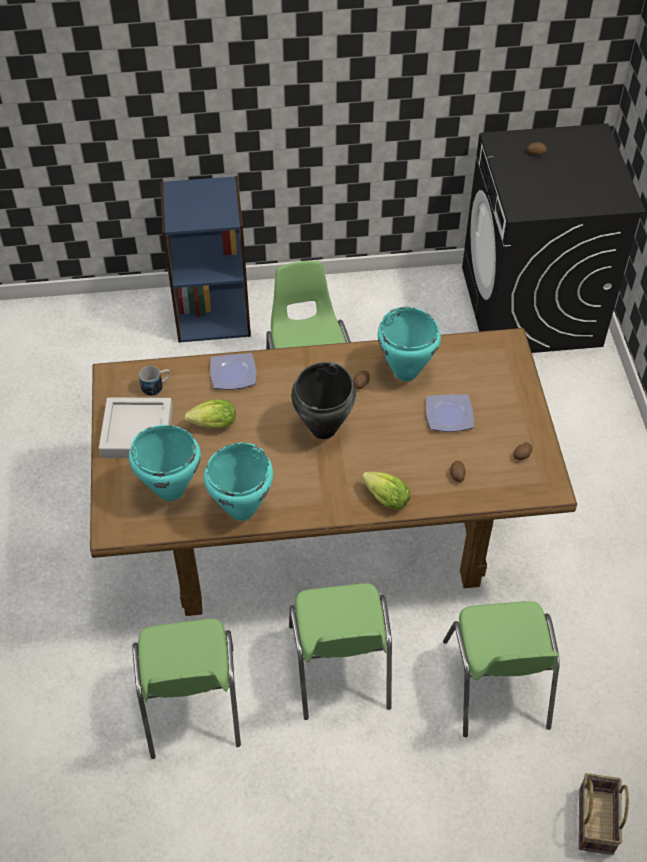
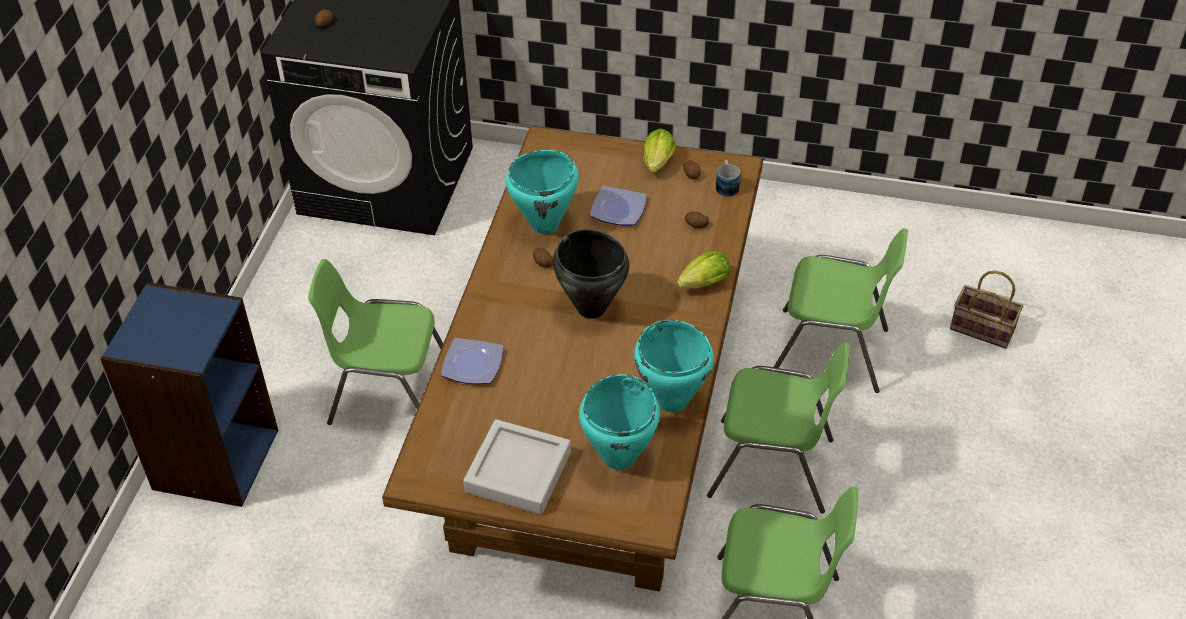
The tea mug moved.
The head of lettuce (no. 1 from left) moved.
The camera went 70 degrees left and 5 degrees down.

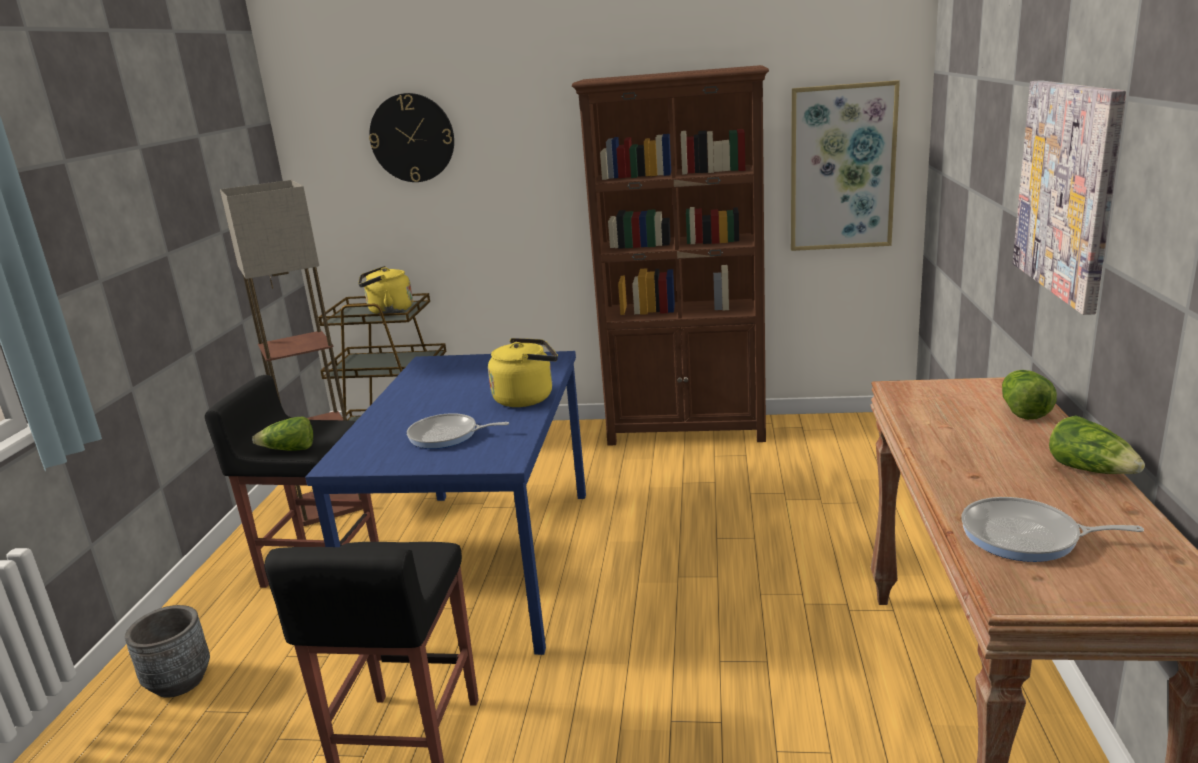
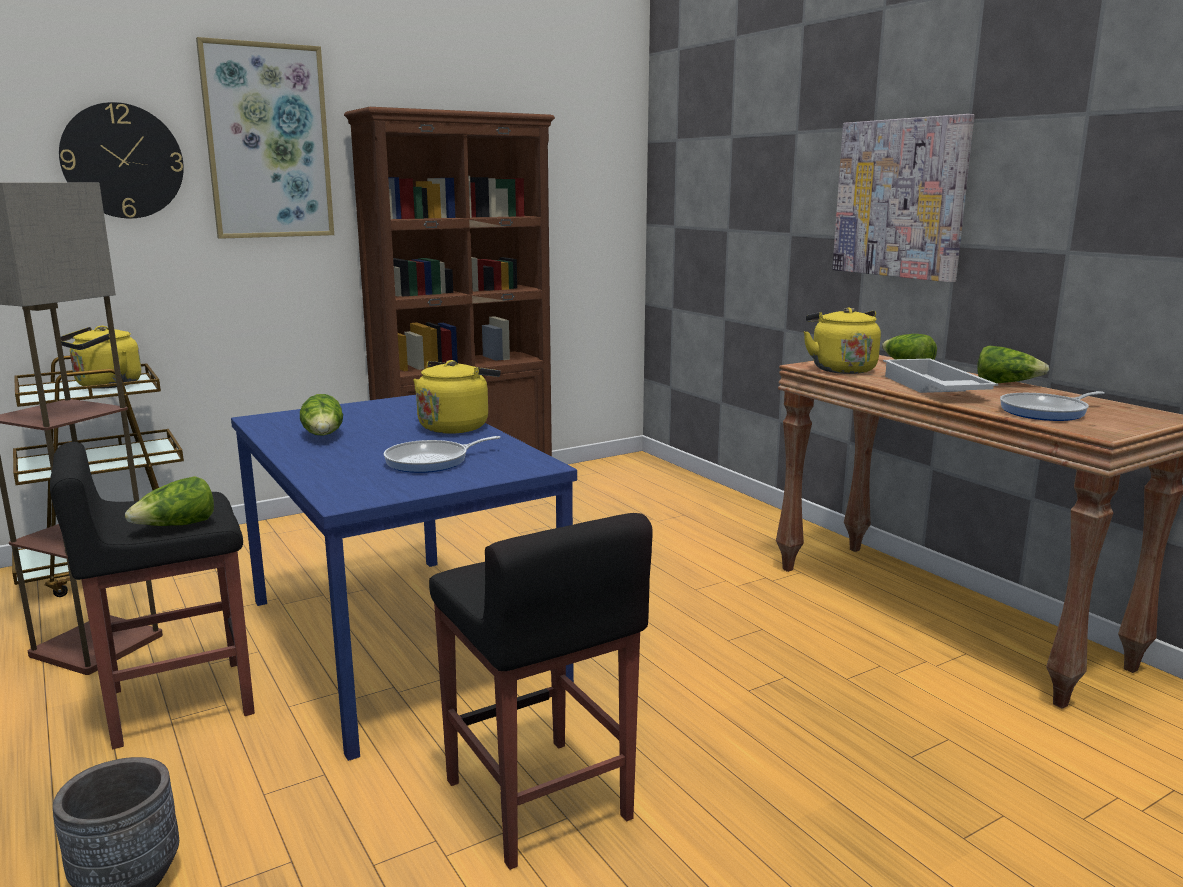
The picture (no. 1 from left) moved.
The yellow water kettle (no. 3 from left) appeared.
The whitish tray appeared.
The head of lettuce (no. 2 from left) appeared.
The camera went 40 degrees left and 5 degrees down.

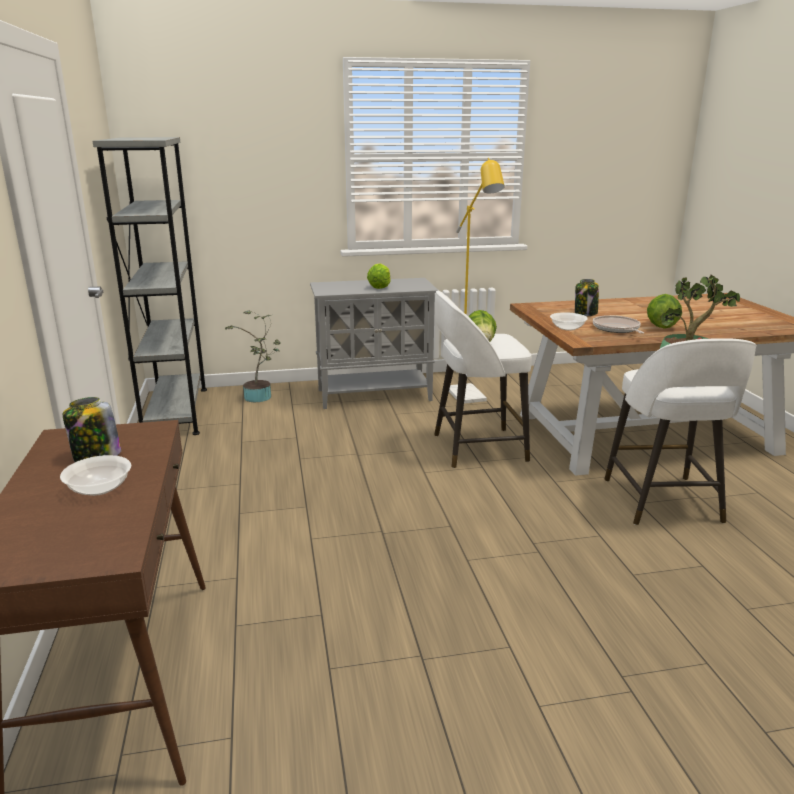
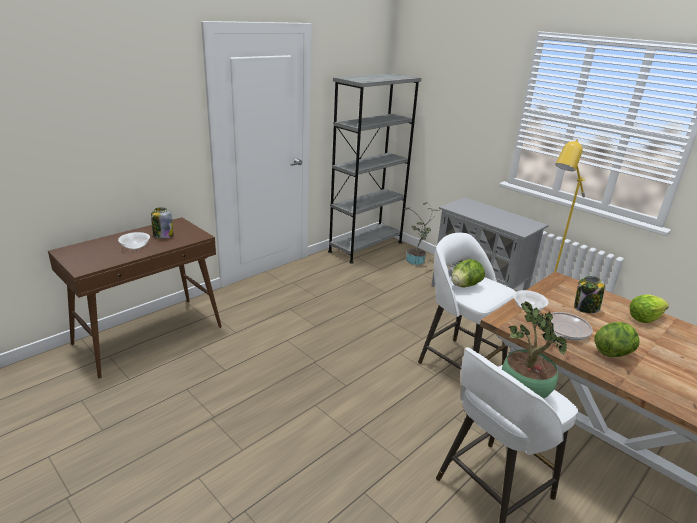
The head of lettuce (no. 1 from left in the first image) moved.
The camera went 55 degrees right and 5 degrees up.

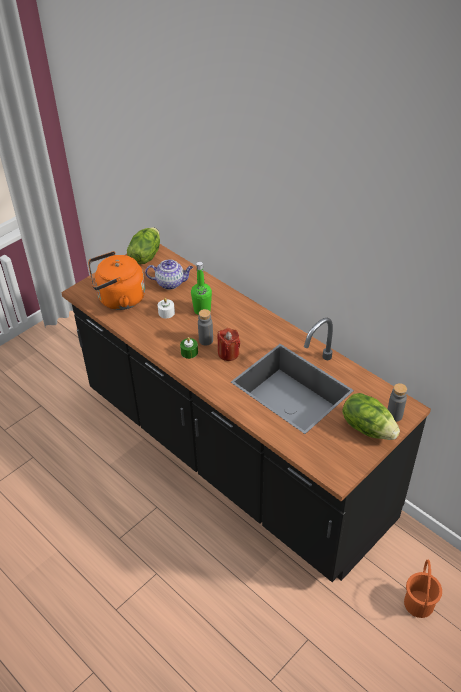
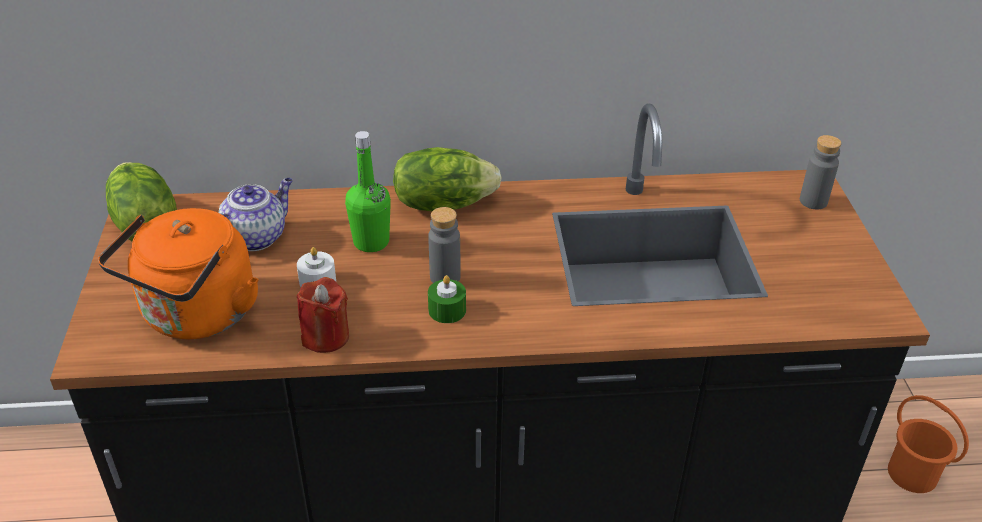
The red wax light moved.
The head of lettuce (no. 2 from left) moved.
The camera went 50 degrees left and 5 degrees down.

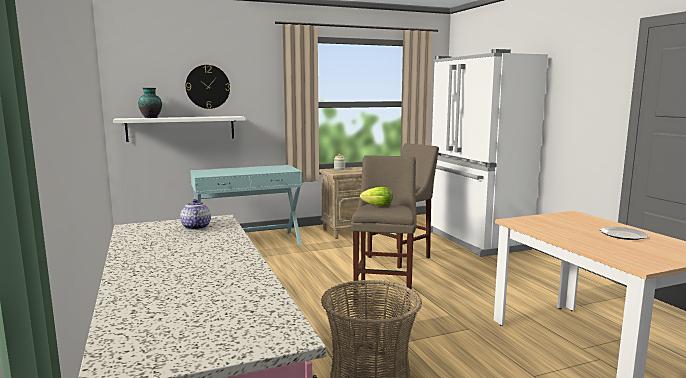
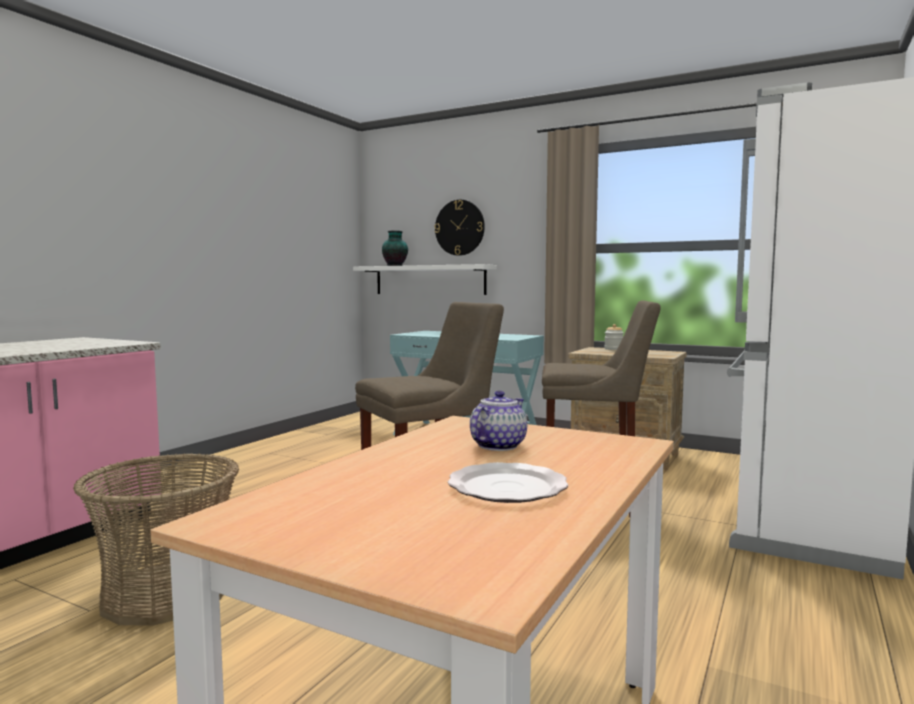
The head of lettuce disappeared.
The teapot moved.
The camera went 50 degrees right and 5 degrees down.

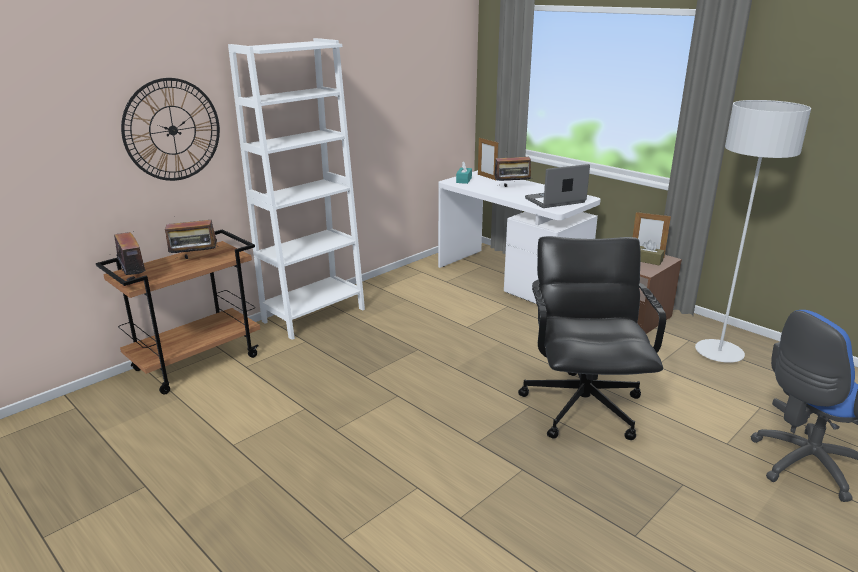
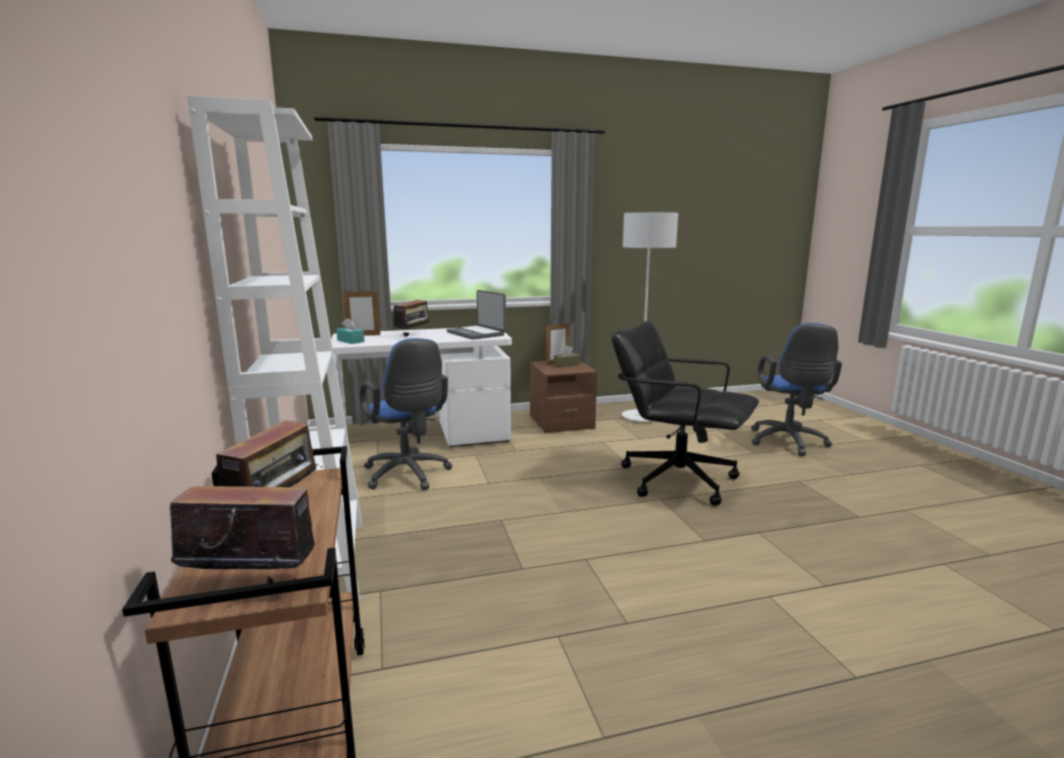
The hanging clock disappeared.
The portable computer turned 45 degrees counterclockwise.
The bluish office chair (no. 1 from left) appeared.
The camera went 60 degrees left and 10 degrees down.

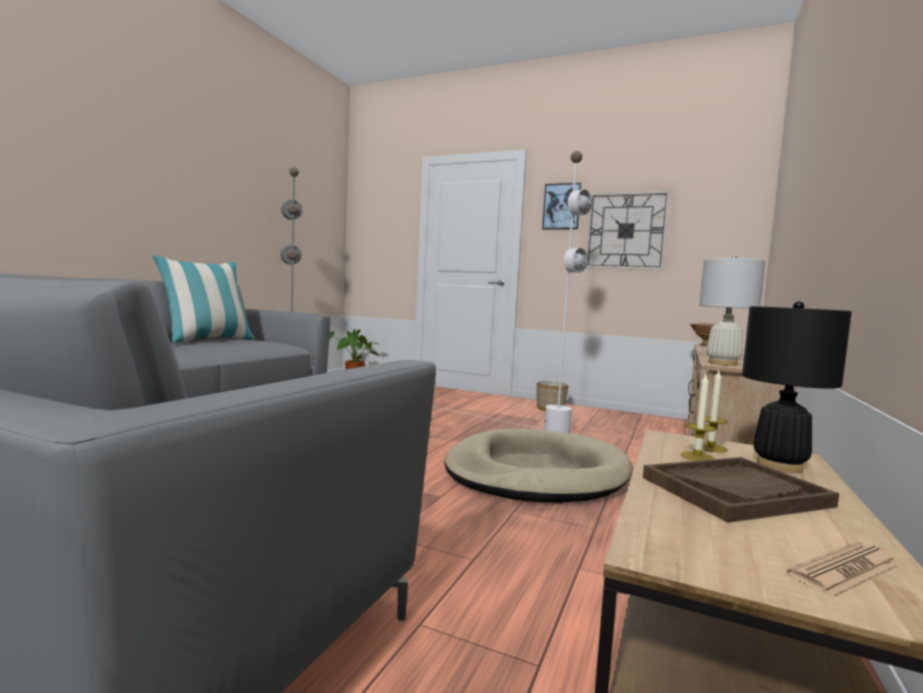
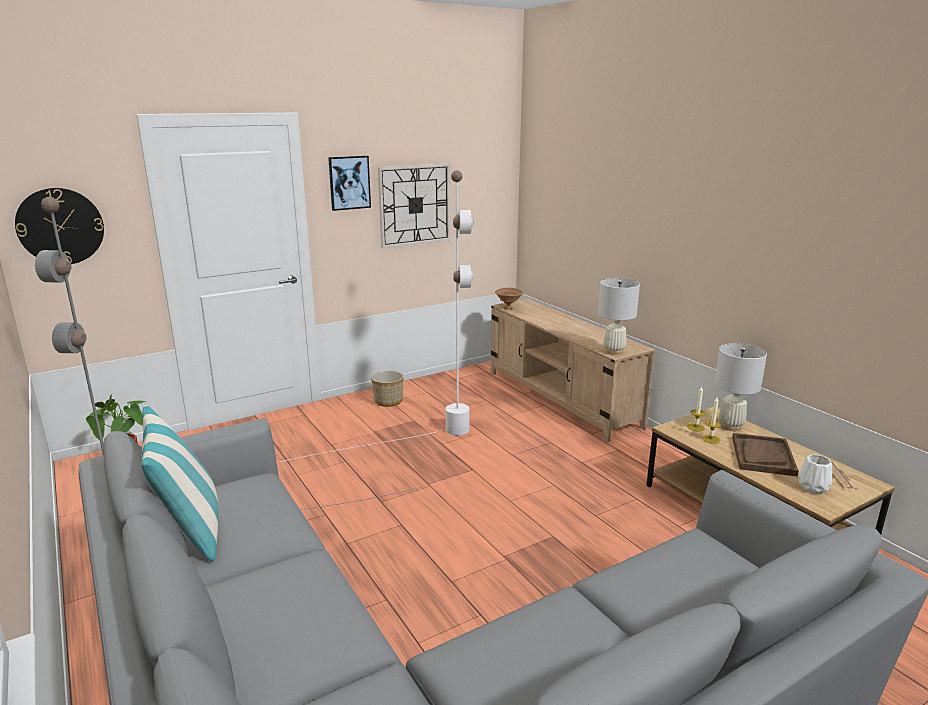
The blackish table lamp became the whitish table lamp (no. 2 from left).
The beige-coloured dog bed disappeared.
The hanging clock (no. 1 from left) appeared.
The whitish decorative vase appeared.
The camera went 55 degrees left and 15 degrees up.

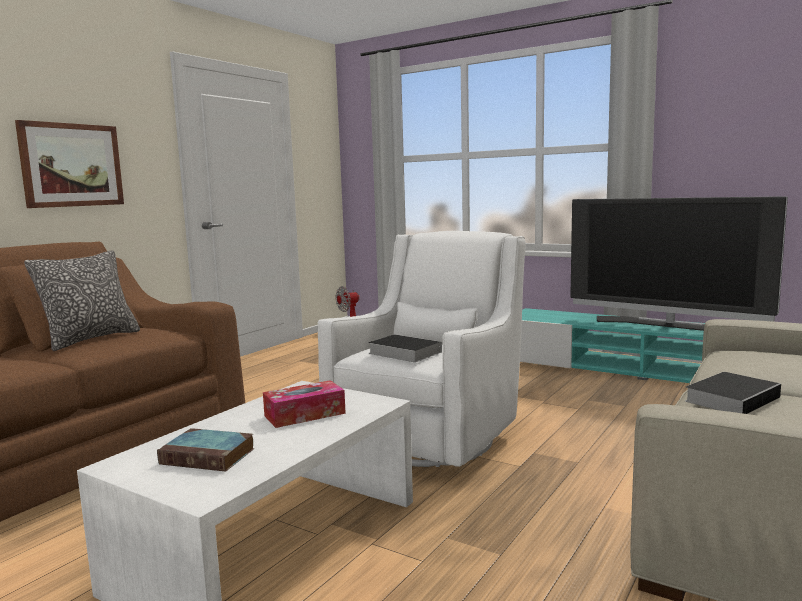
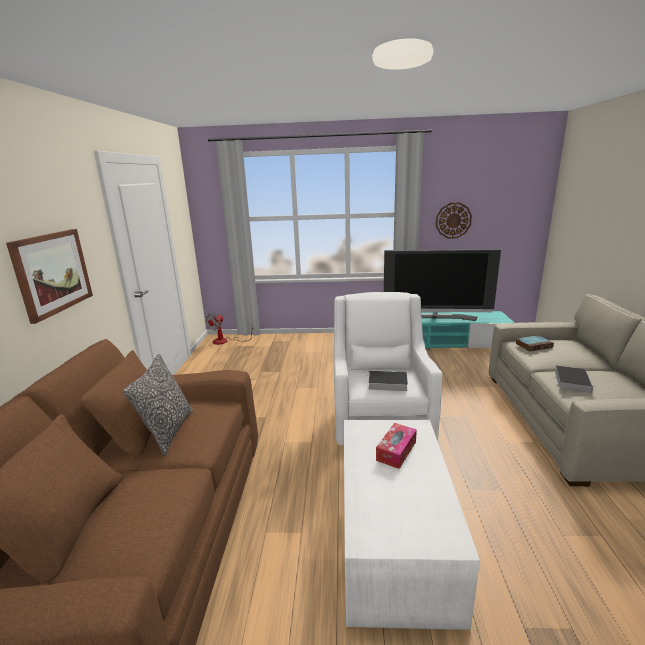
The bound book (no. 1 from left in the first image) moved.
The hanging clock appeared.
The camera went 30 degrees left and 10 degrees up.

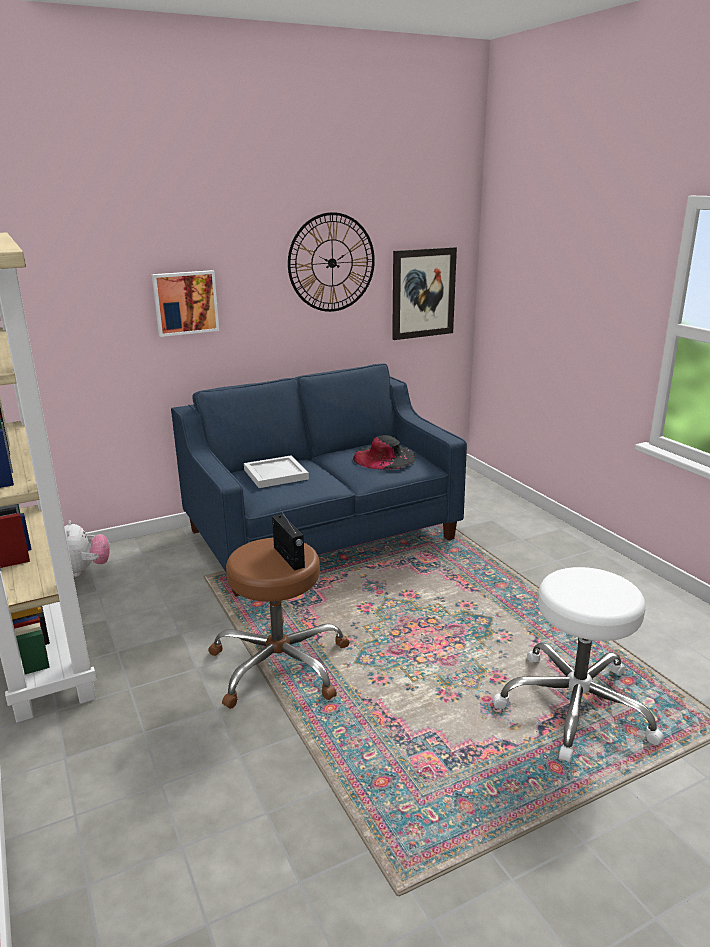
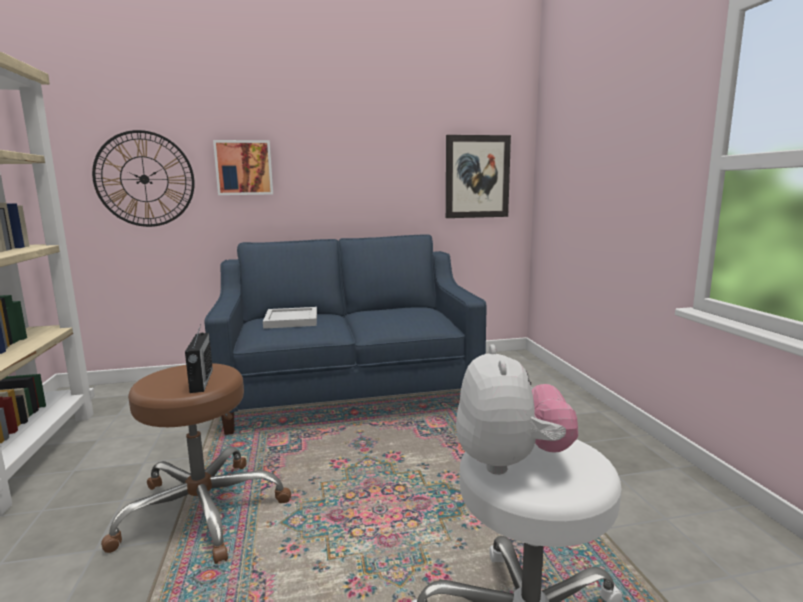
The hanging clock moved.
The blackish clothing hat disappeared.
The cuddly toy moved.
The camera went 15 degrees right and 10 degrees down.

